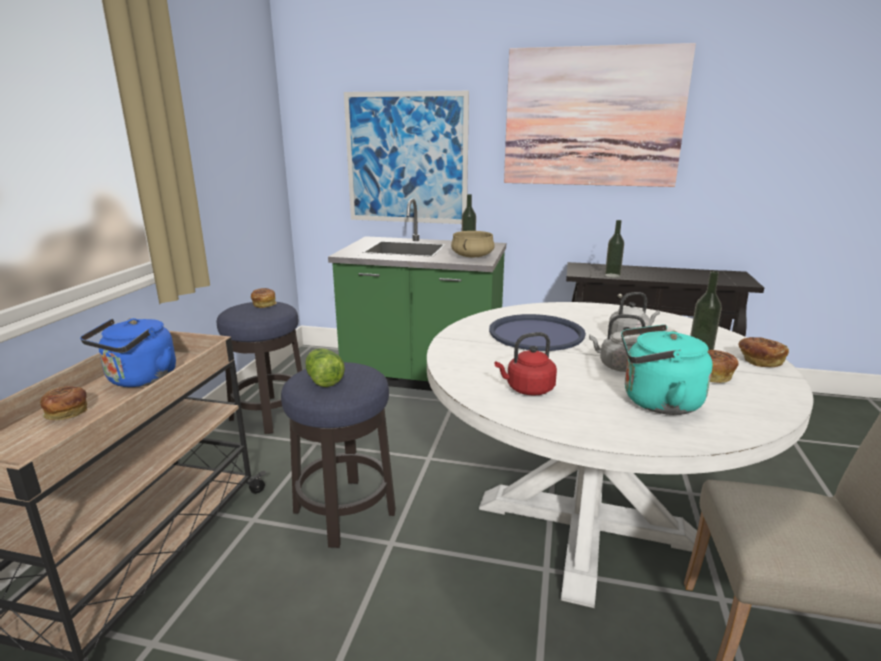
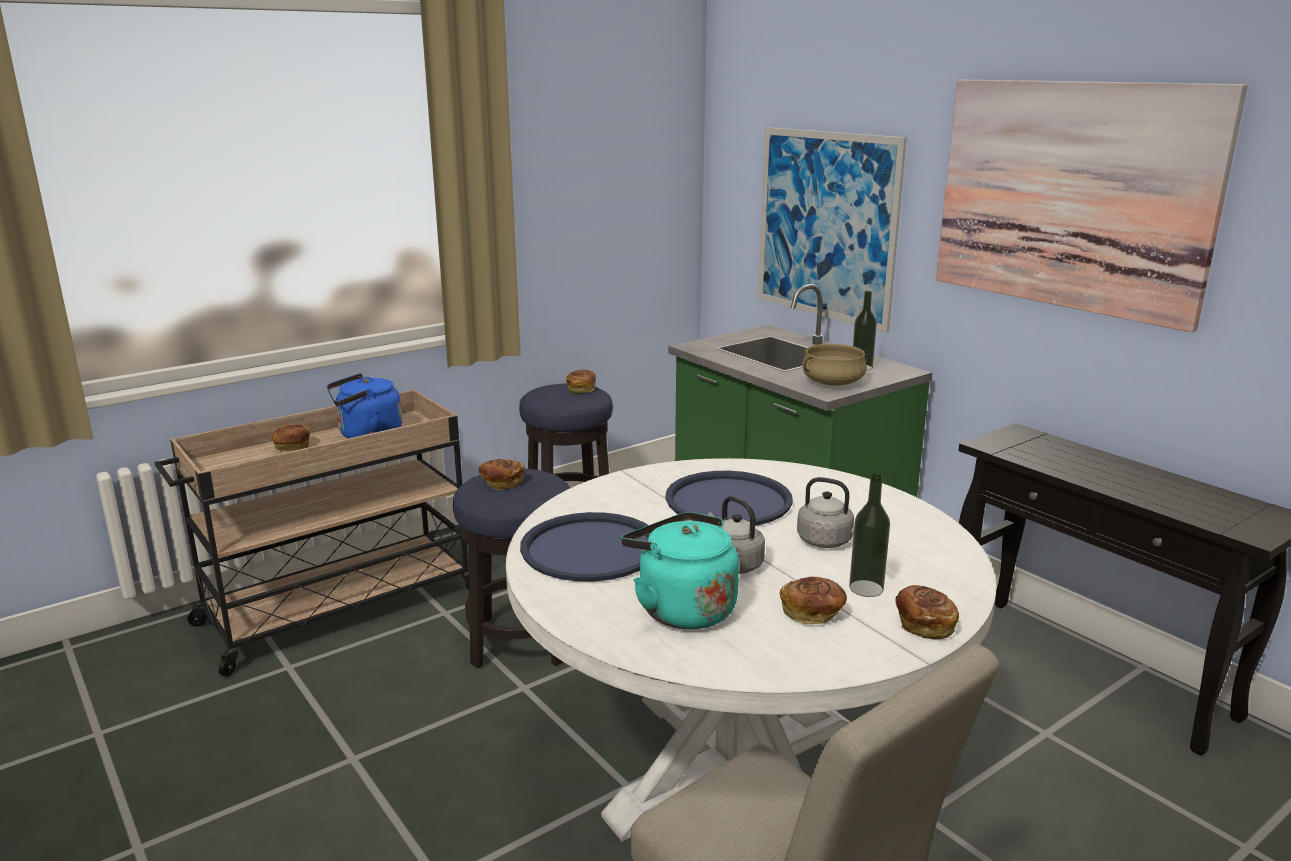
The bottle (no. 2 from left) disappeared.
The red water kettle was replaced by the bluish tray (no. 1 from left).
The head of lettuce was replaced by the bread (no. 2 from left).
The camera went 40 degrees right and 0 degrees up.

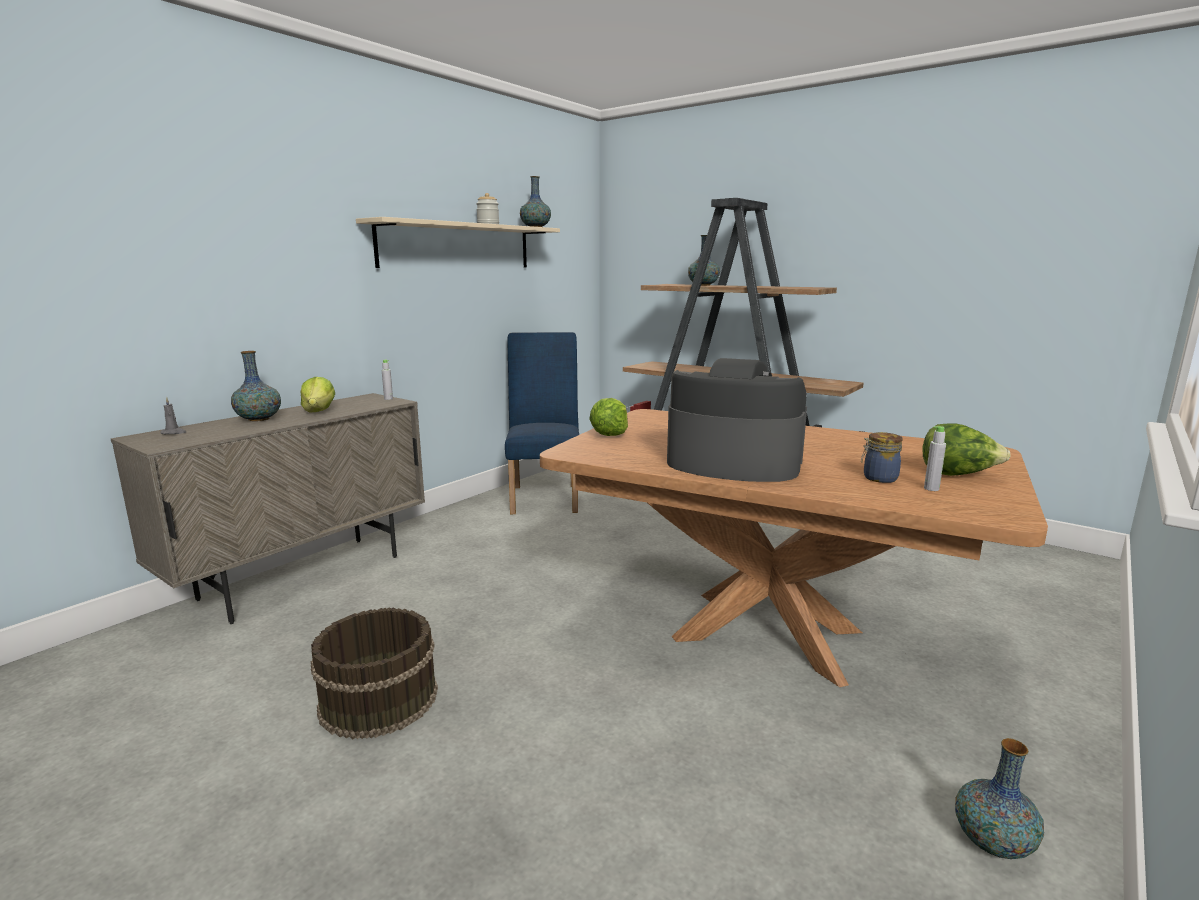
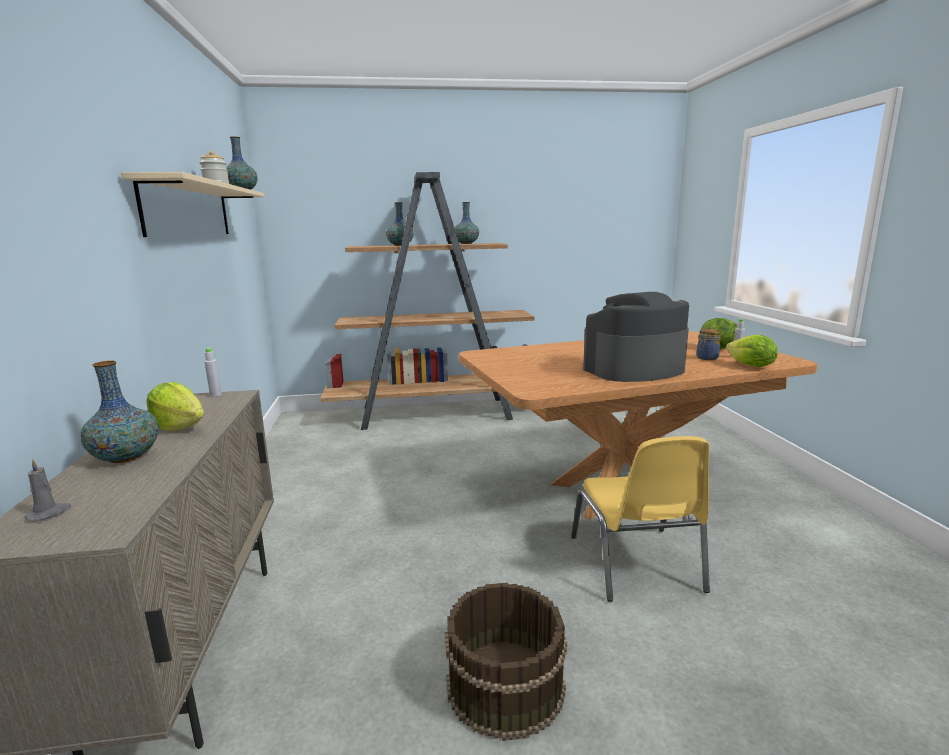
The bluish chair disappeared.
The head of lettuce (no. 2 from left in the first image) moved.
The decorative vase (no. 4 from left) moved.
The yellow chair appeared.
The camera went 45 degrees left and 0 degrees up.

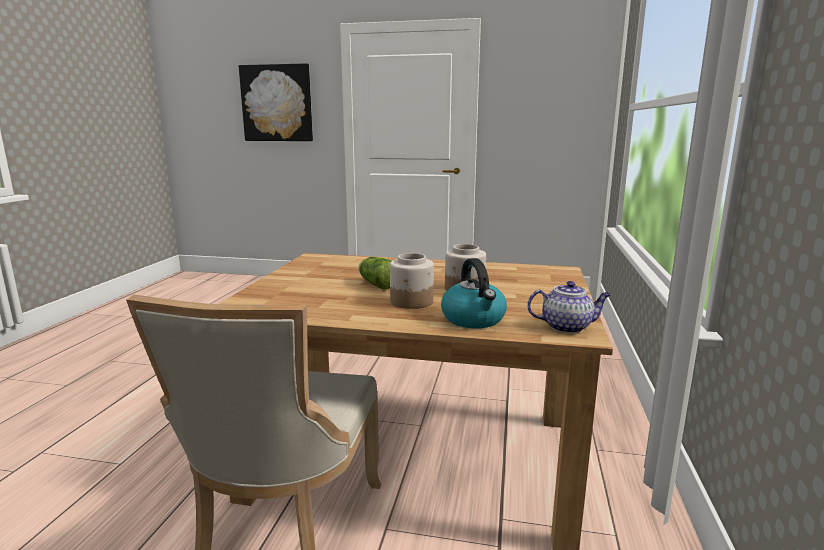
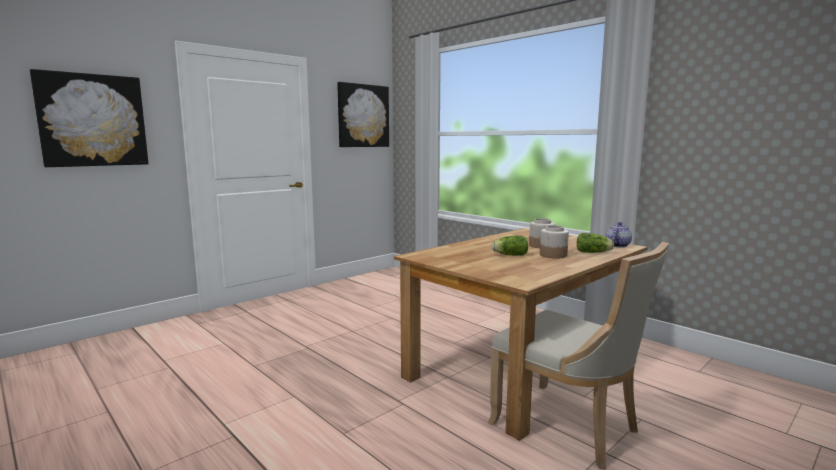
The water kettle was replaced by the head of lettuce (no. 2 from left).
The picture (no. 2 from left) appeared.
The camera went 55 degrees left and 5 degrees down.

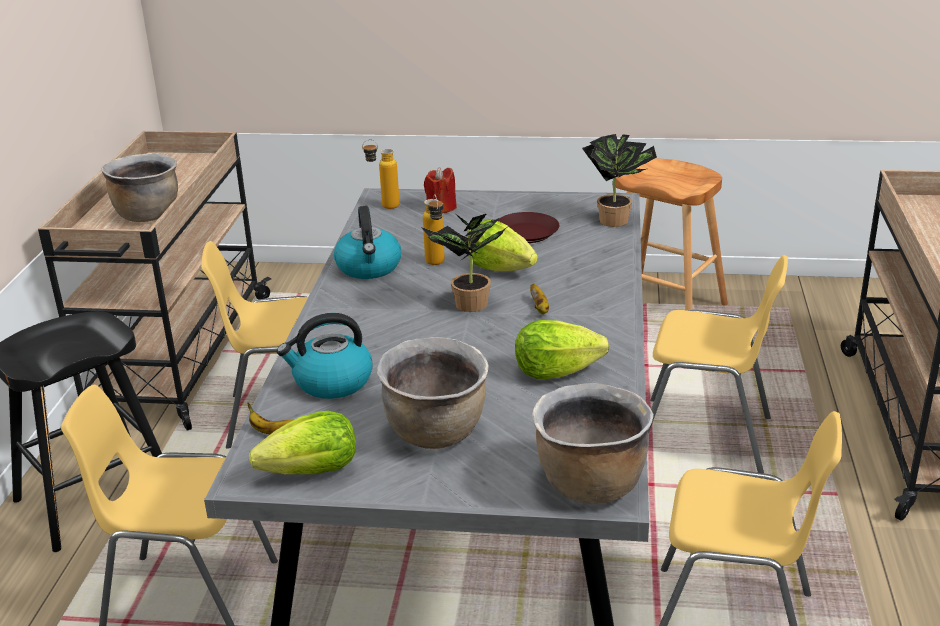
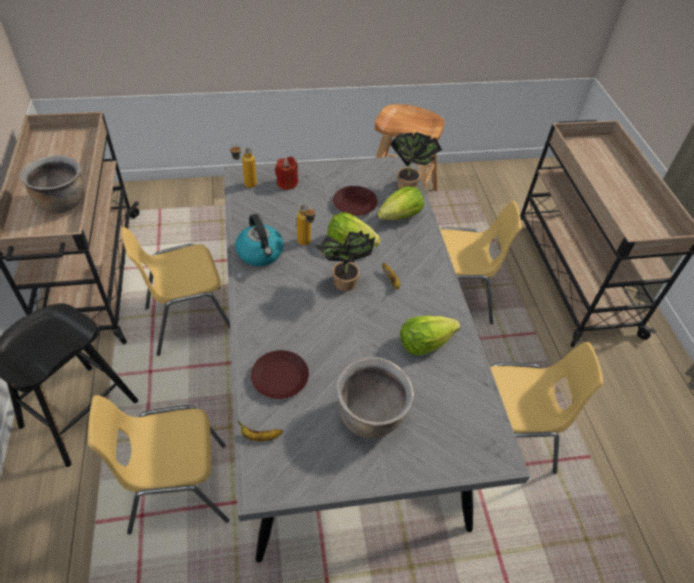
The water kettle (no. 1 from left) was replaced by the brownish dinner plate (no. 1 from left).
The brownish saucepot (no. 3 from left) disappeared.
The head of lettuce (no. 1 from left in the first image) moved.
The camera went 20 degrees left and 20 degrees up.

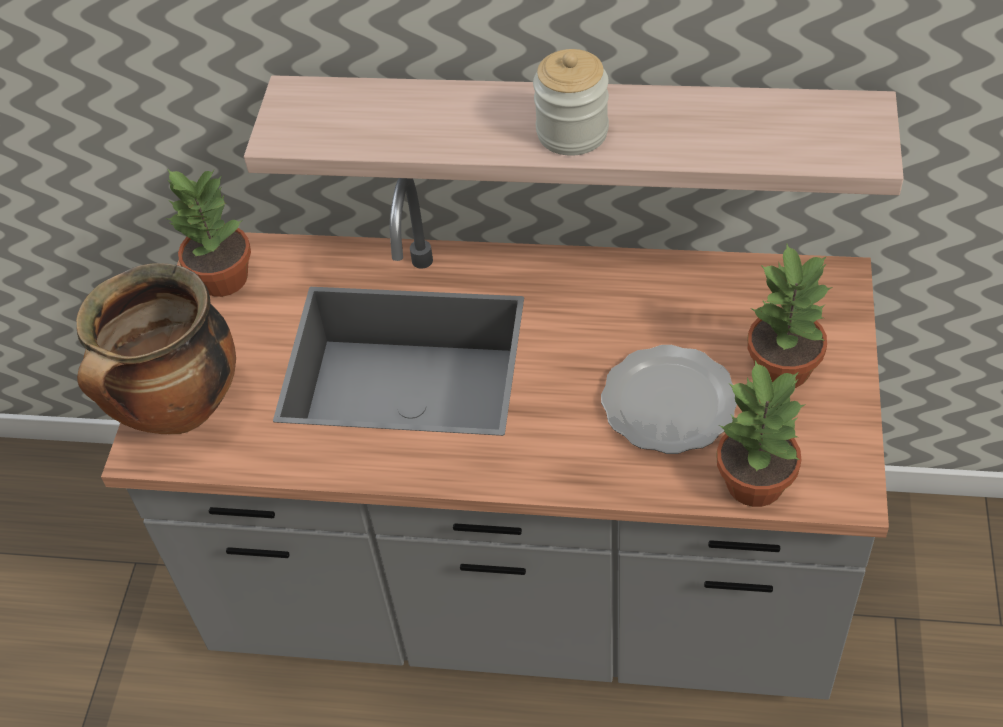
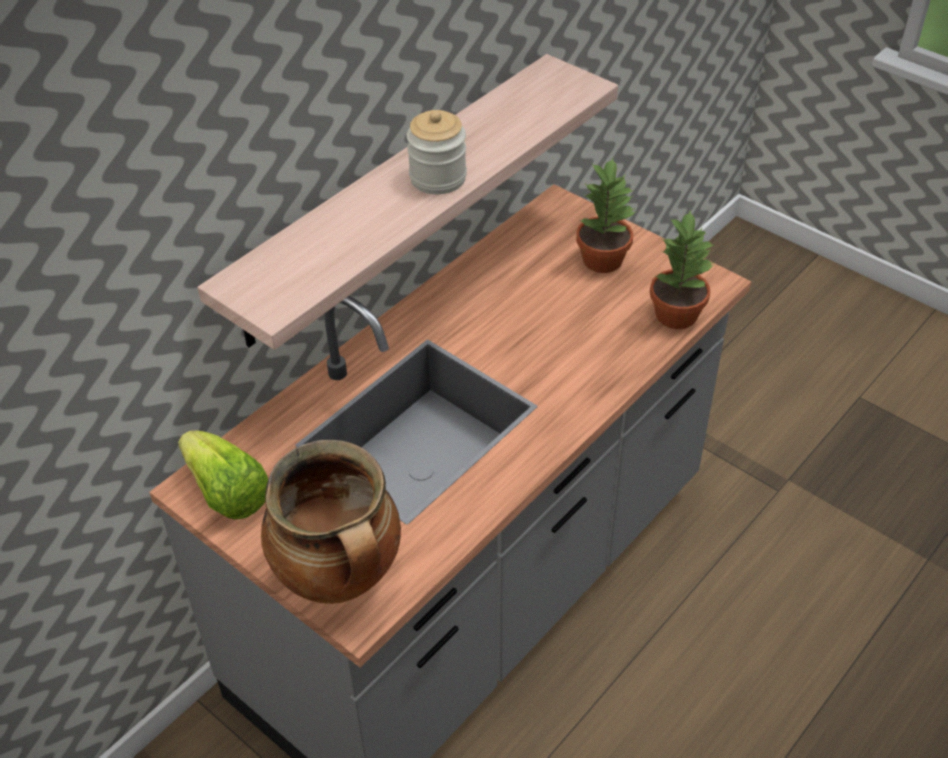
The plant in a pot (no. 1 from left) was replaced by the head of lettuce.
The dinner plate disappeared.
The camera went 60 degrees left and 5 degrees down.

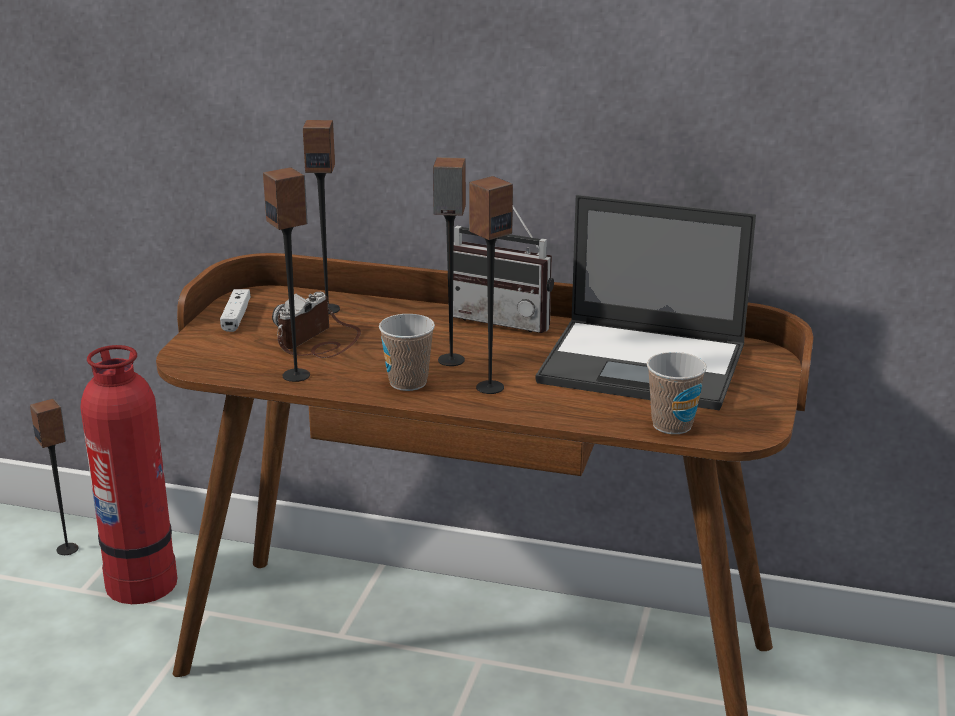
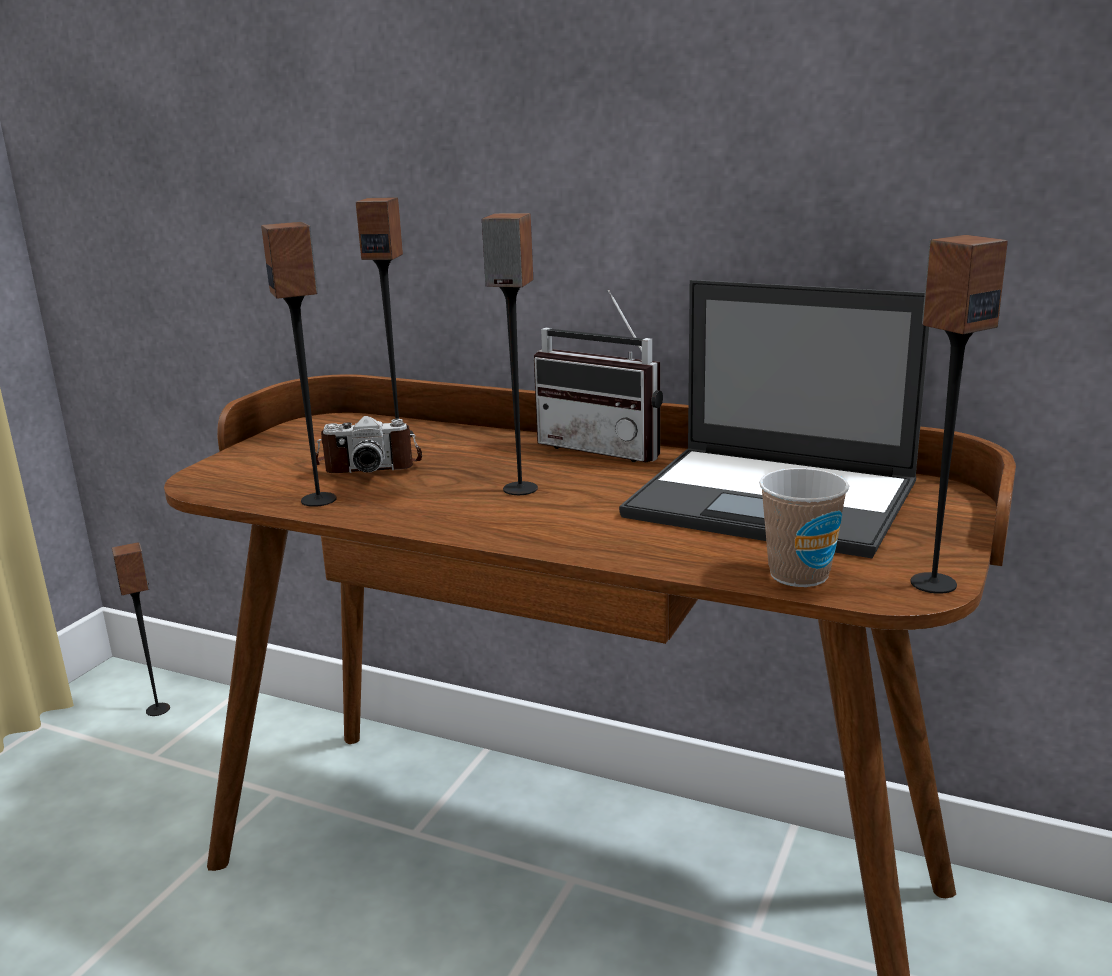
The loudspeaker (no. 5 from left) moved.
The whitish game controller disappeared.
The still camera turned 135 degrees counterclockwise.
The small cup (no. 1 from left) disappeared.
The fire extinguisher disappeared.
The camera went 10 degrees right and 5 degrees down.

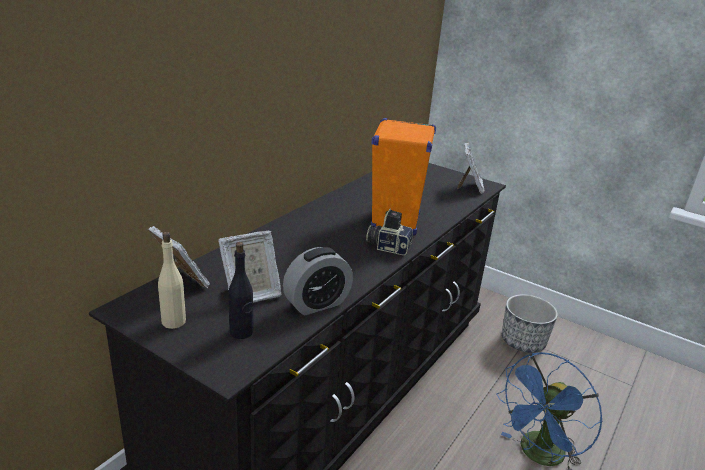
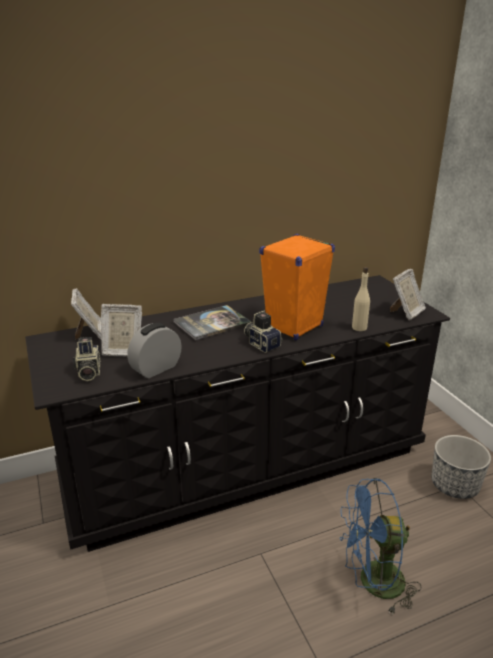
The beige-coloured bottle moved.
The blackish bottle was replaced by the still camera (no. 1 from left).
The table clock turned 135 degrees clockwise.
The bound book appeared.
The camera went 35 degrees right and 0 degrees up.

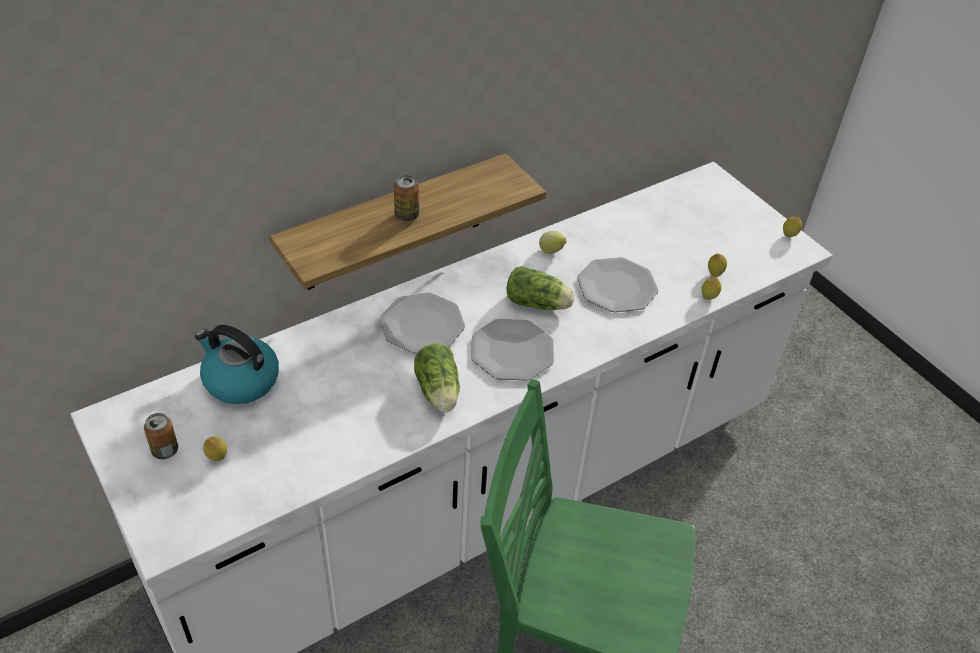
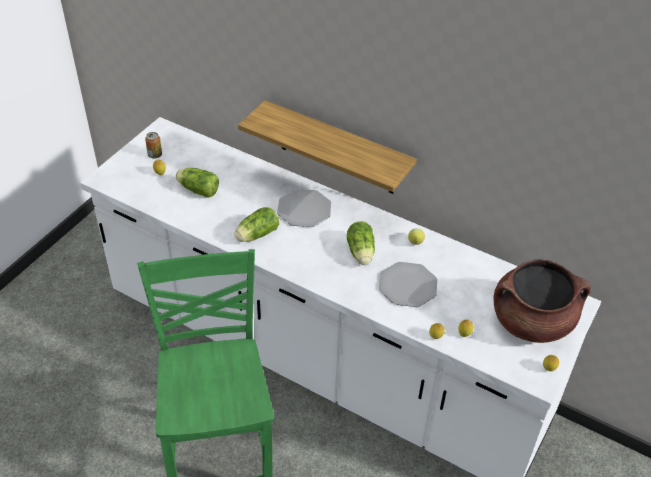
The can (no. 2 from left) disappeared.
The dinner plate (no. 2 from left) disappeared.
The water kettle disappeared.
The head of lettuce (no. 1 from left) appeared.
The brownish saucepot appeared.
The camera went 65 degrees right and 0 degrees up.

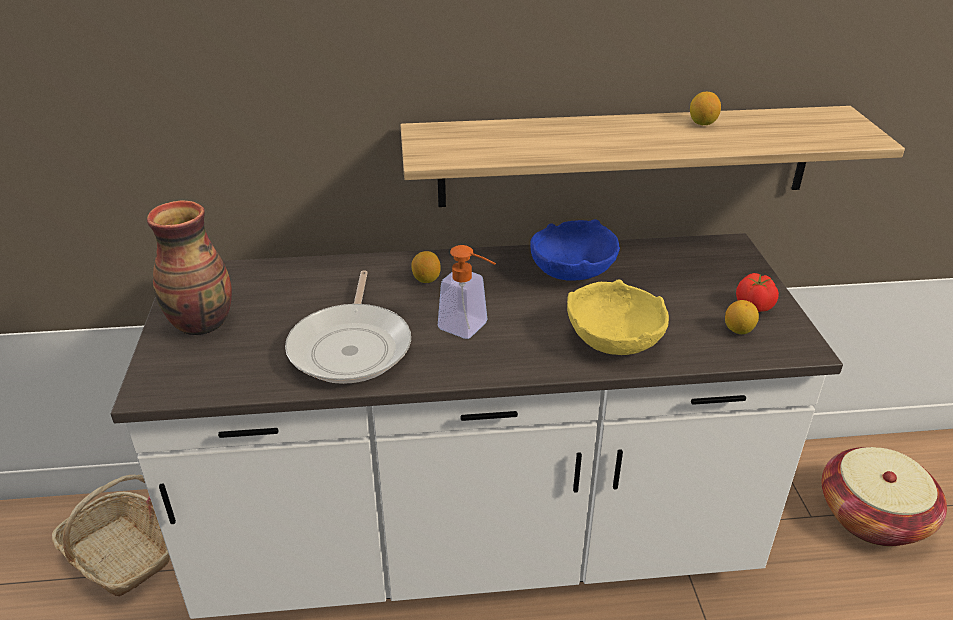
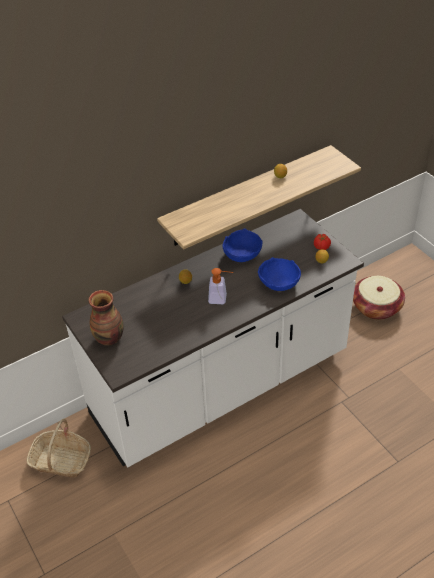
The frying pan disappeared.
The yellow deep dish became the bluish deep dish (no. 2 from left).
The camera went 25 degrees left and 10 degrees up.

